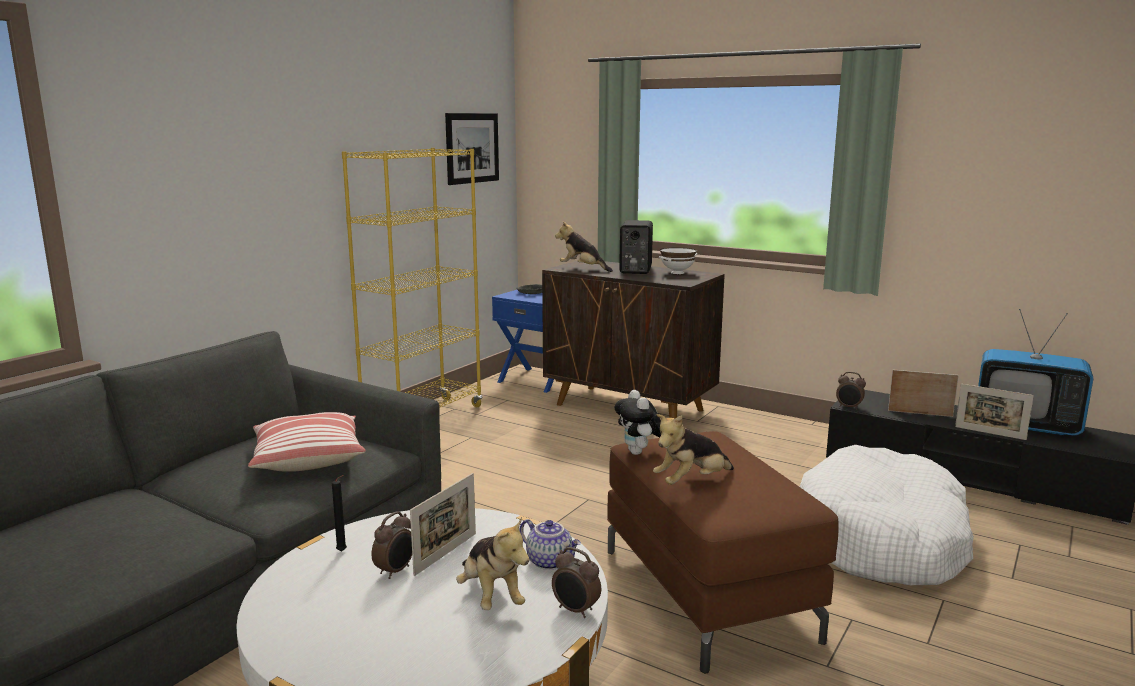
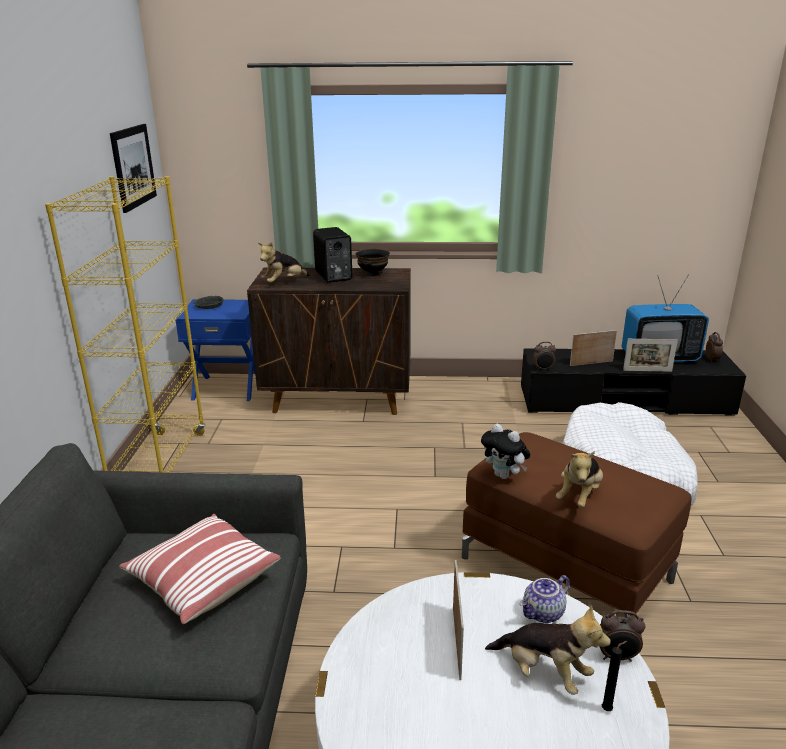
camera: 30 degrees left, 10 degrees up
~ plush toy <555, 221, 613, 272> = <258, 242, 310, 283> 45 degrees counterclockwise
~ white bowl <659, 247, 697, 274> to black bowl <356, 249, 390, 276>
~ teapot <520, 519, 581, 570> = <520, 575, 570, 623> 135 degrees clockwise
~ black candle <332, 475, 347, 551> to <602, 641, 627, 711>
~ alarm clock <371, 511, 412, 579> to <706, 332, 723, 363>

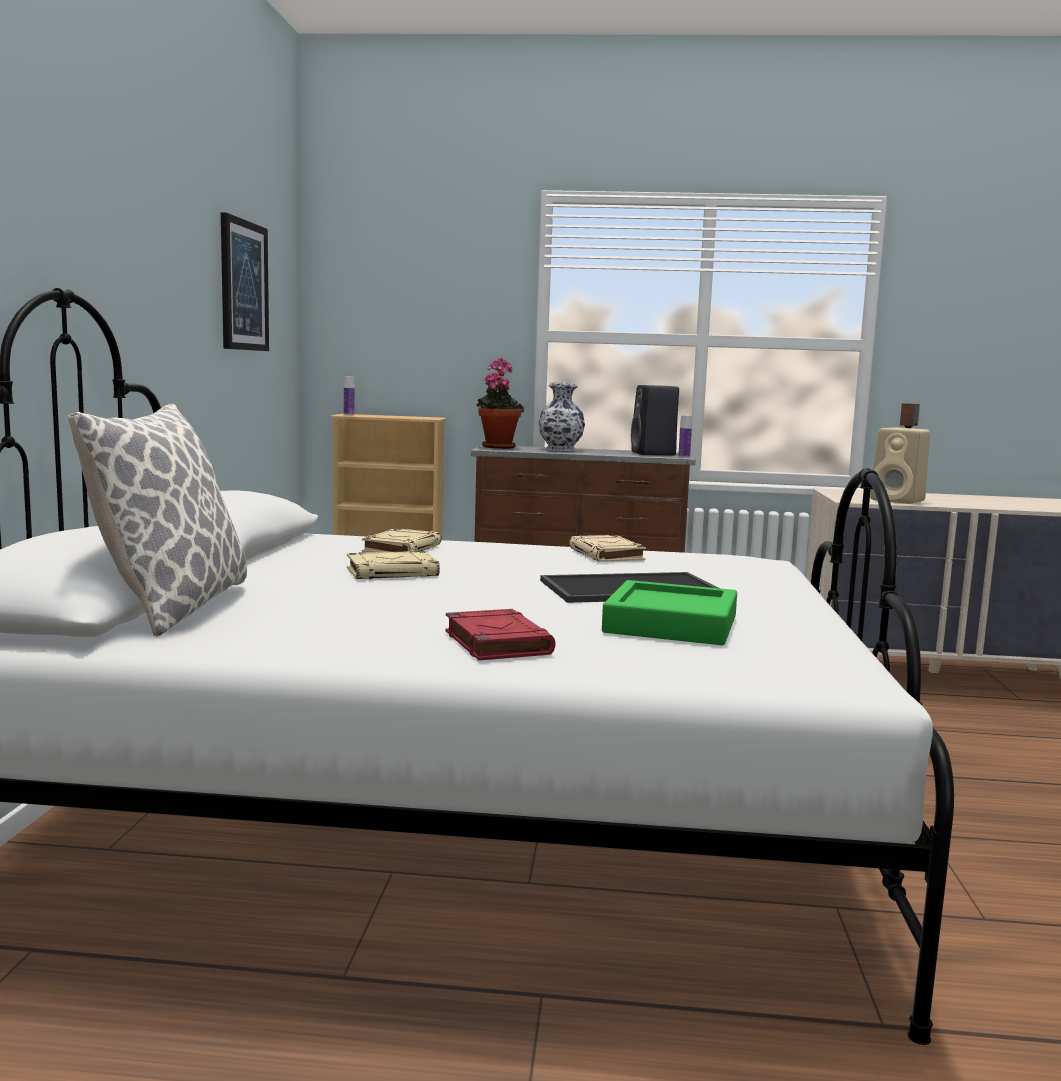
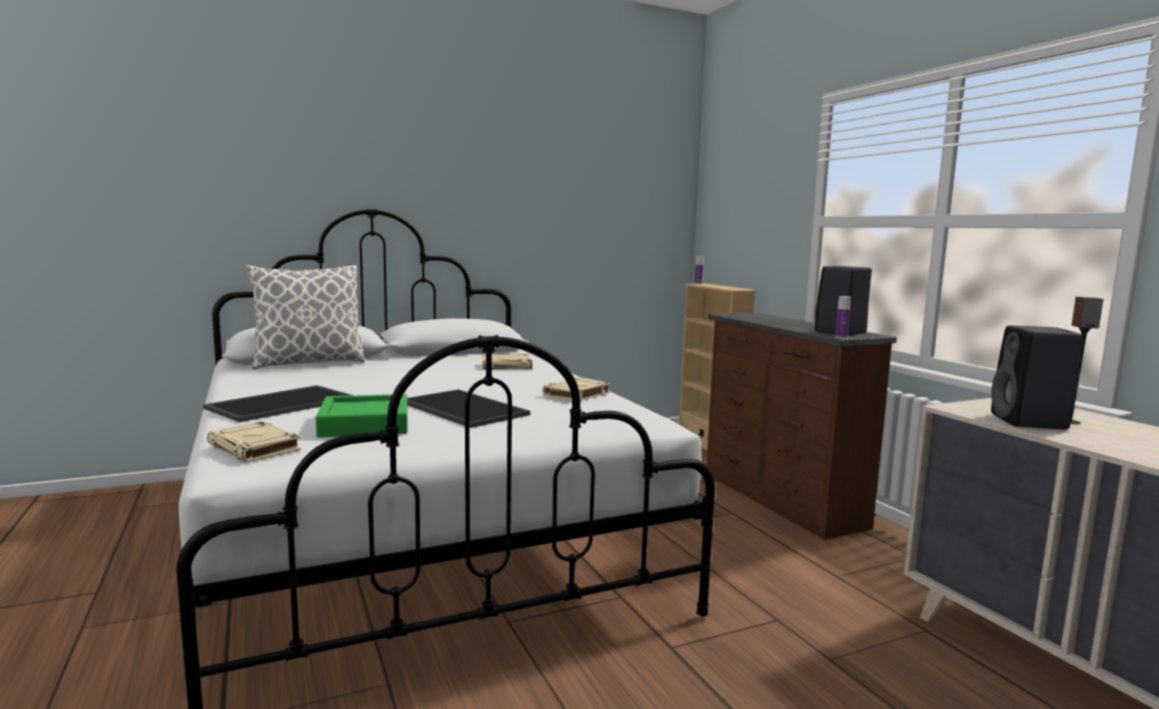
camera: 60 degrees right, 0 degrees up
~ red book <445, 609, 556, 661> to tray <203, 385, 352, 422>
~ beige book <347, 550, 440, 579> to <207, 421, 301, 463>
~ beige speaker <870, 427, 930, 504> to black speaker <991, 325, 1082, 429>
- picture <221, 212, 269, 351>
- potted plant <476, 358, 524, 449>
- vase <538, 382, 585, 451>

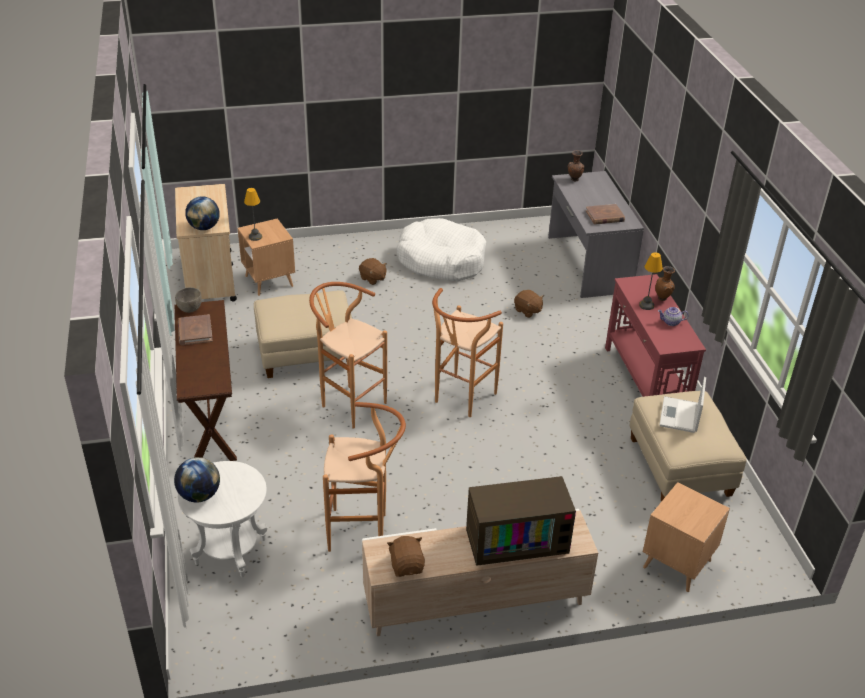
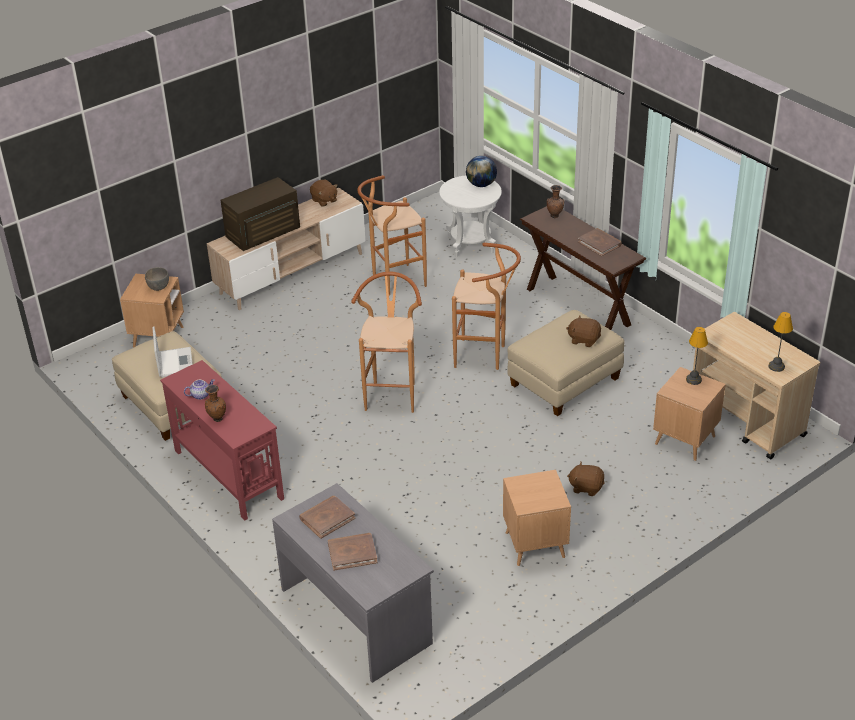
camera: 155 degrees right, 0 degrees up
~ grey bowl <175, 287, 202, 313> to <145, 267, 169, 291>
+ brown book <328, 533, 378, 571>
~ white dog bed <396, 218, 486, 281> to brown side table <503, 470, 571, 566>
~ brown vase <568, 151, 584, 181> to <547, 185, 565, 218>
~ brown plush toy <514, 290, 544, 318> to <566, 315, 601, 347>
~ table lamp <639, 252, 663, 310> to <769, 312, 793, 372>
- globe <185, 197, 220, 230>

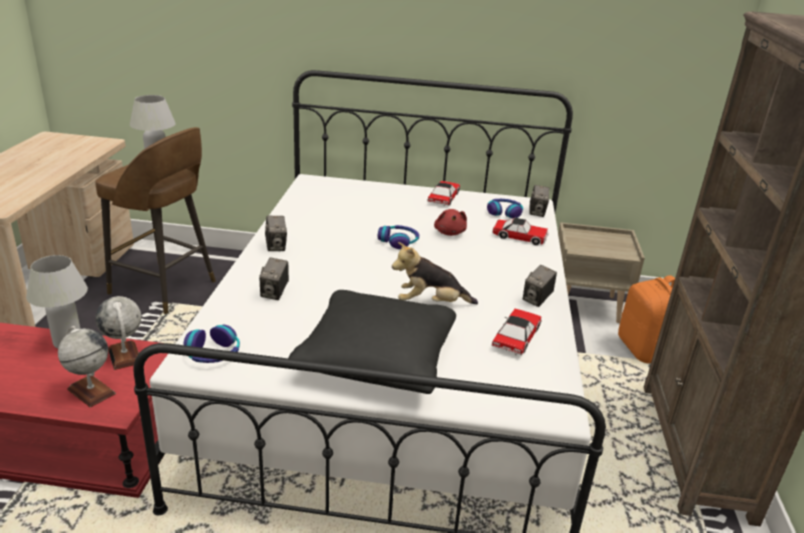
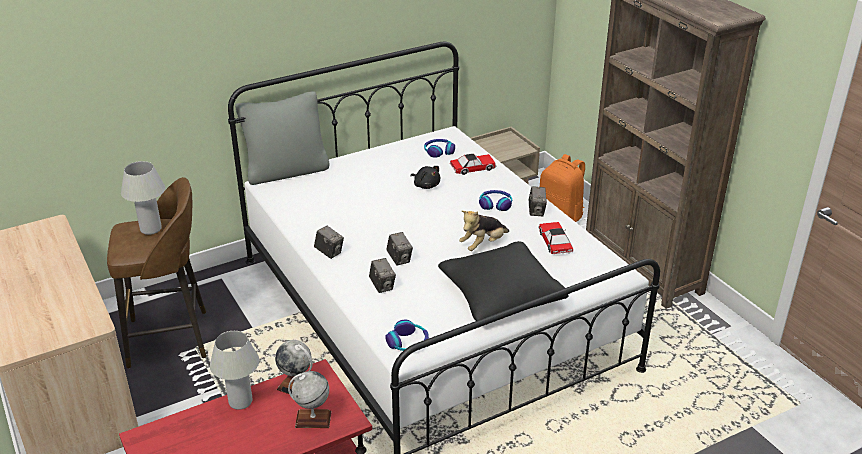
camera: 35 degrees left, 5 degrees up
+ grey pillow <235, 91, 329, 185>
~ photo camera <529, 185, 549, 217> to <386, 232, 413, 266>
~ red plush toy <434, 209, 467, 236> to black plush toy <410, 166, 440, 189>
~ headphones <378, 225, 419, 249> to <479, 190, 512, 211>
- toy car <427, 181, 460, 206>

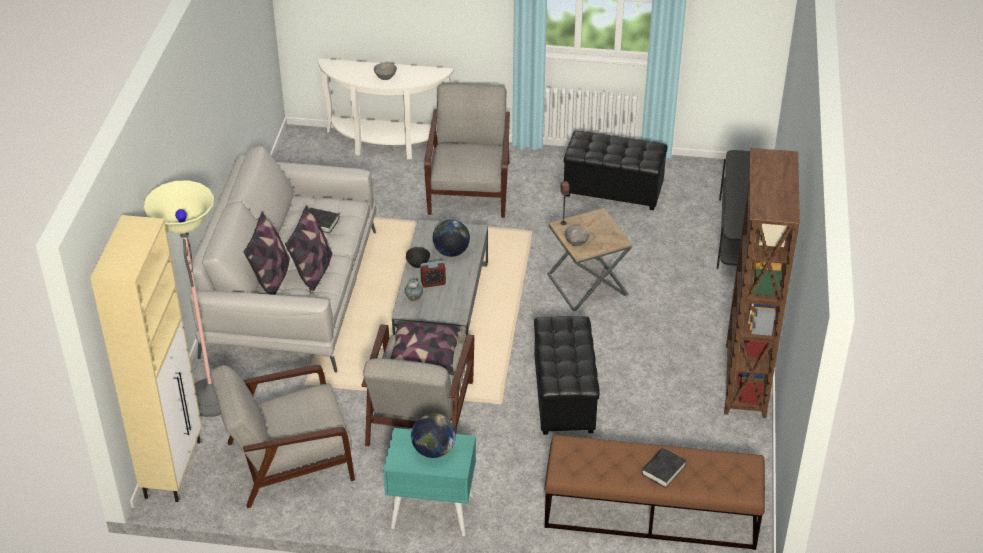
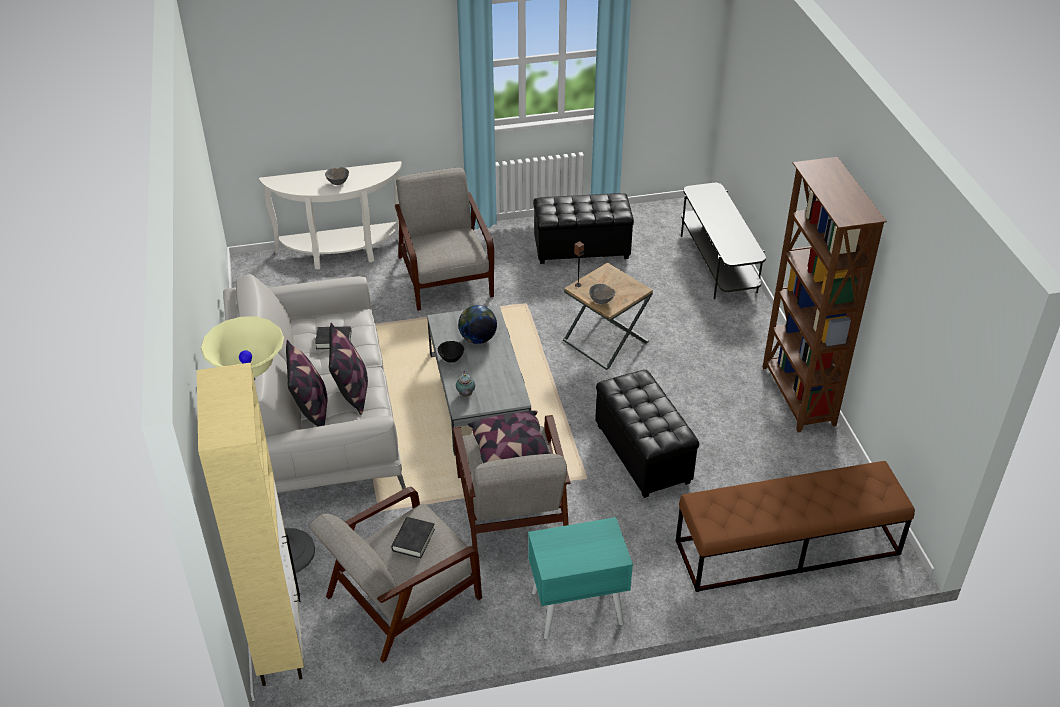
camera: 20 degrees left, 0 degrees up
~ black book <641, 448, 686, 488> to <391, 517, 435, 558>
- globe <411, 413, 456, 458>
- alarm clock <420, 261, 446, 288>

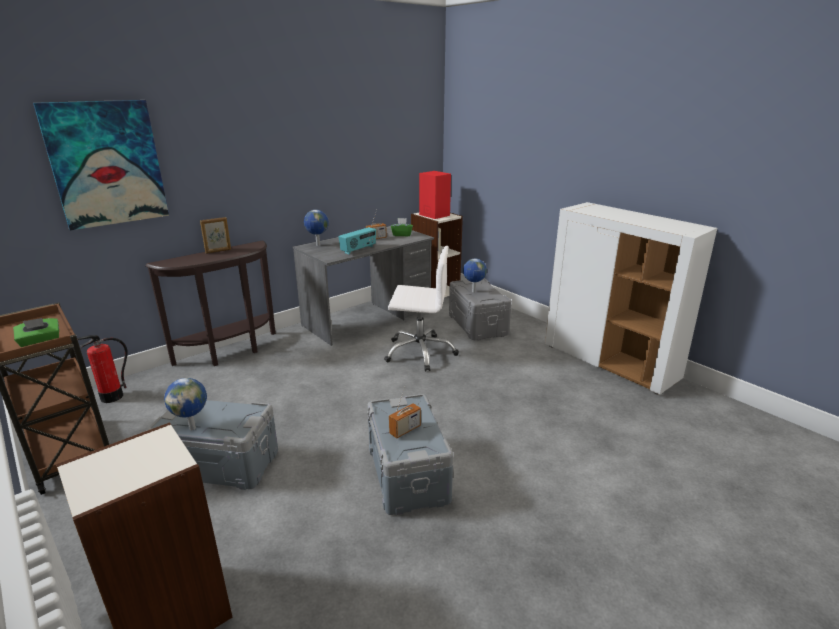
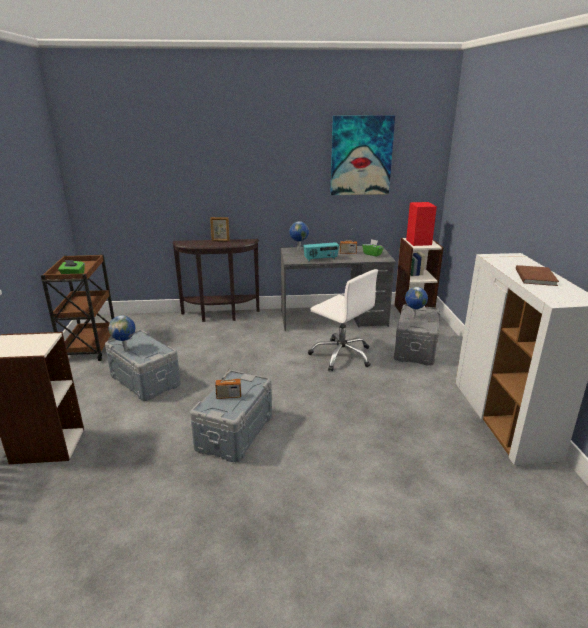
camera: 35 degrees right, 0 degrees up
~ picture <33, 100, 169, 230> to <330, 115, 395, 195>
+ brown book <516, 265, 559, 286>
- fire extinguisher <77, 335, 128, 403>

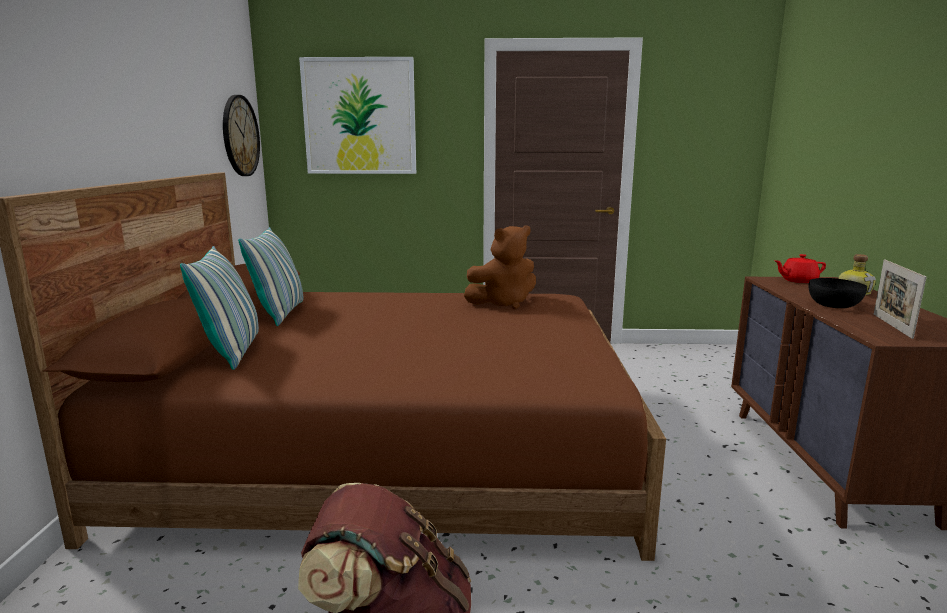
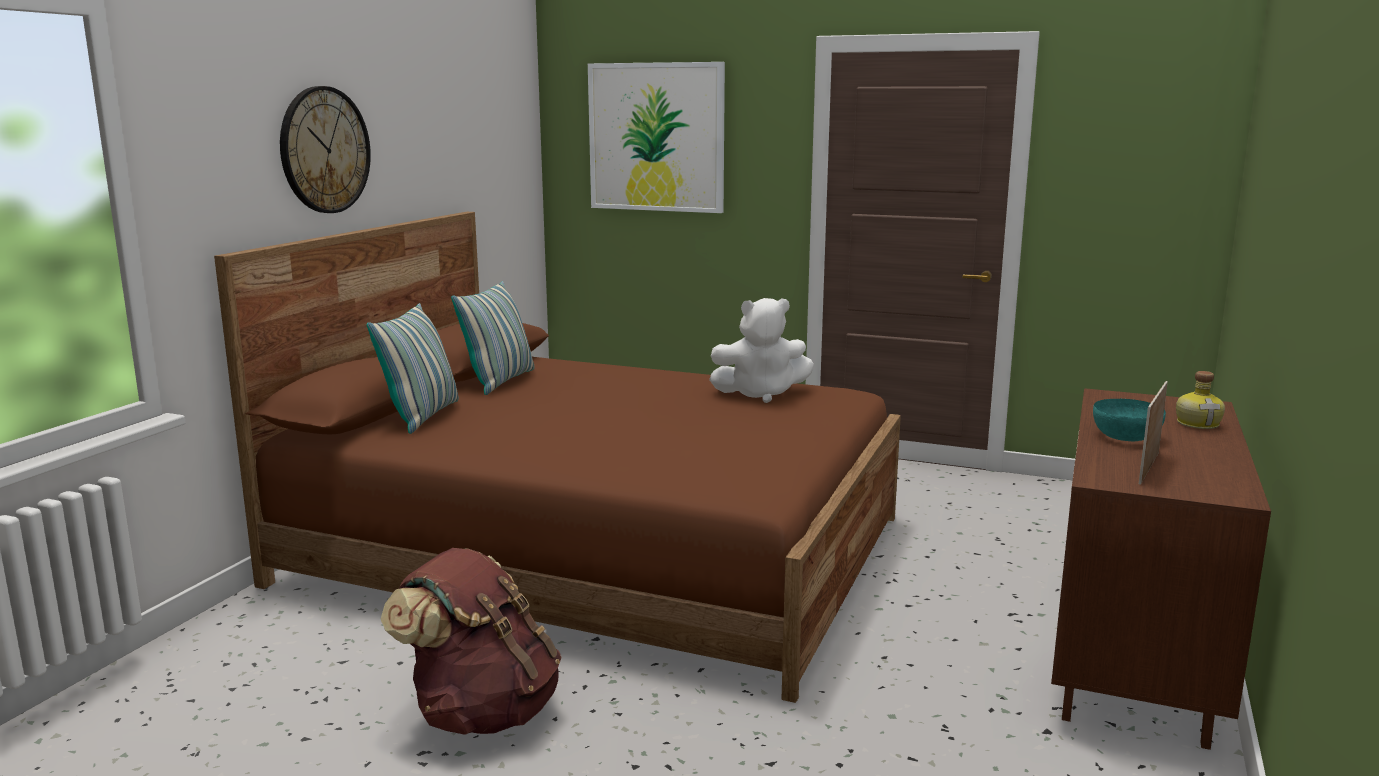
camera: 20 degrees right, 0 degrees up
~ wall clock <223, 95, 260, 176> to <280, 86, 371, 213>
~ brown plush toy <464, 225, 536, 309> to white plush toy <709, 298, 814, 403>
~ black bowl <809, 278, 867, 308> to turquoise bowl <1093, 399, 1166, 441>
- red teapot <775, 254, 826, 283>

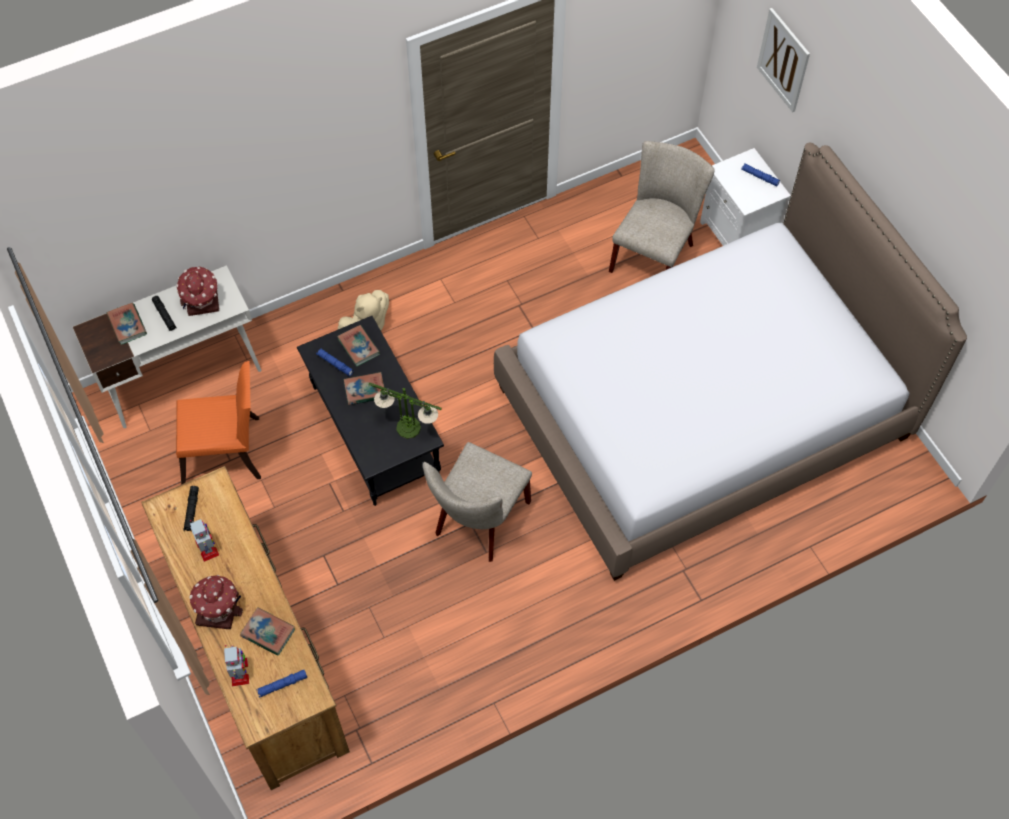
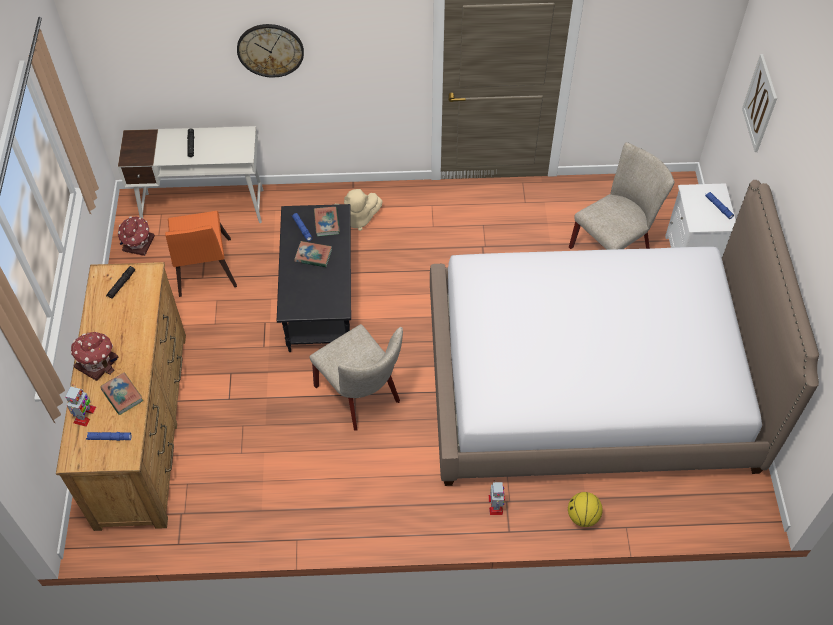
camera: 25 degrees right, 5 degrees down
~ toy house <176, 266, 219, 316> to <118, 216, 155, 256>
~ orange chair <176, 361, 261, 485> = <165, 211, 237, 297> 60 degrees clockwise
+ wall clock <237, 24, 304, 77>
~ beige chair <423, 442, 532, 562> = <310, 324, 403, 430> 90 degrees counterclockwise
~ toy robot <190, 519, 219, 562> to <489, 480, 505, 515>
+ basketball <568, 492, 603, 527>
- book <106, 303, 147, 345>
- table lamp <368, 383, 442, 439>

